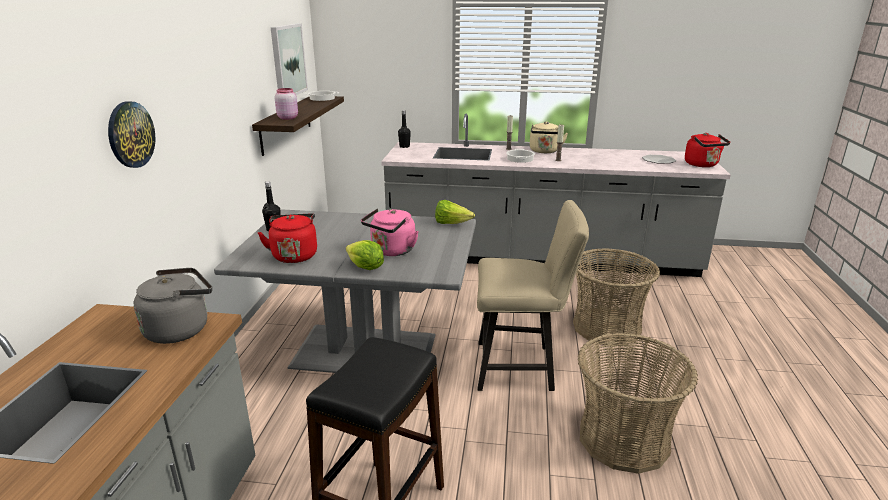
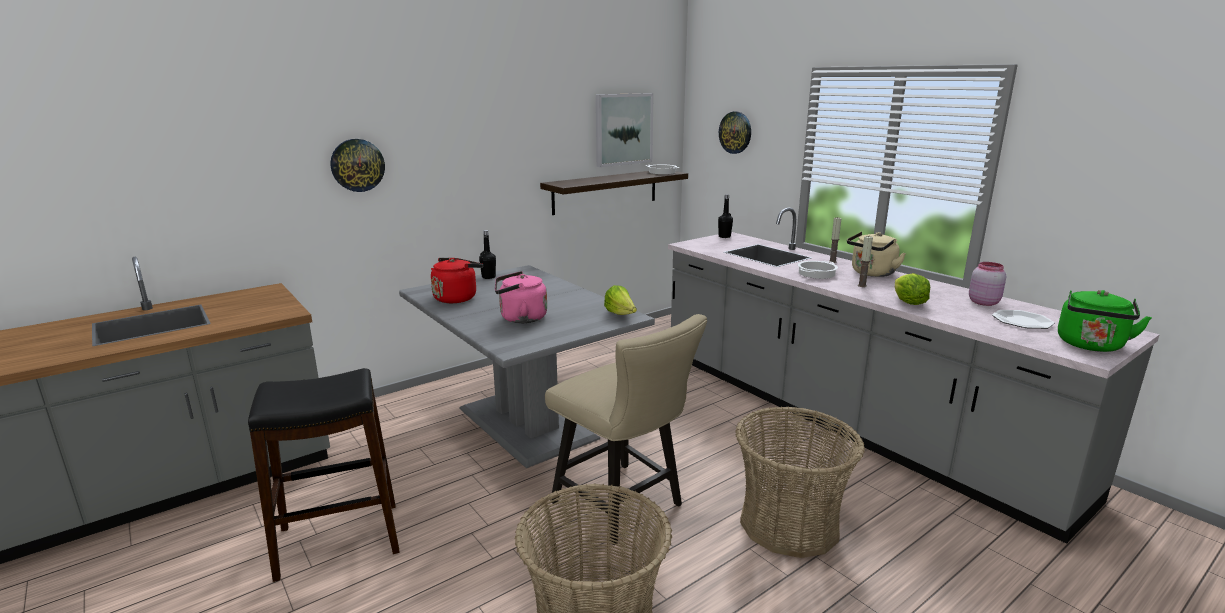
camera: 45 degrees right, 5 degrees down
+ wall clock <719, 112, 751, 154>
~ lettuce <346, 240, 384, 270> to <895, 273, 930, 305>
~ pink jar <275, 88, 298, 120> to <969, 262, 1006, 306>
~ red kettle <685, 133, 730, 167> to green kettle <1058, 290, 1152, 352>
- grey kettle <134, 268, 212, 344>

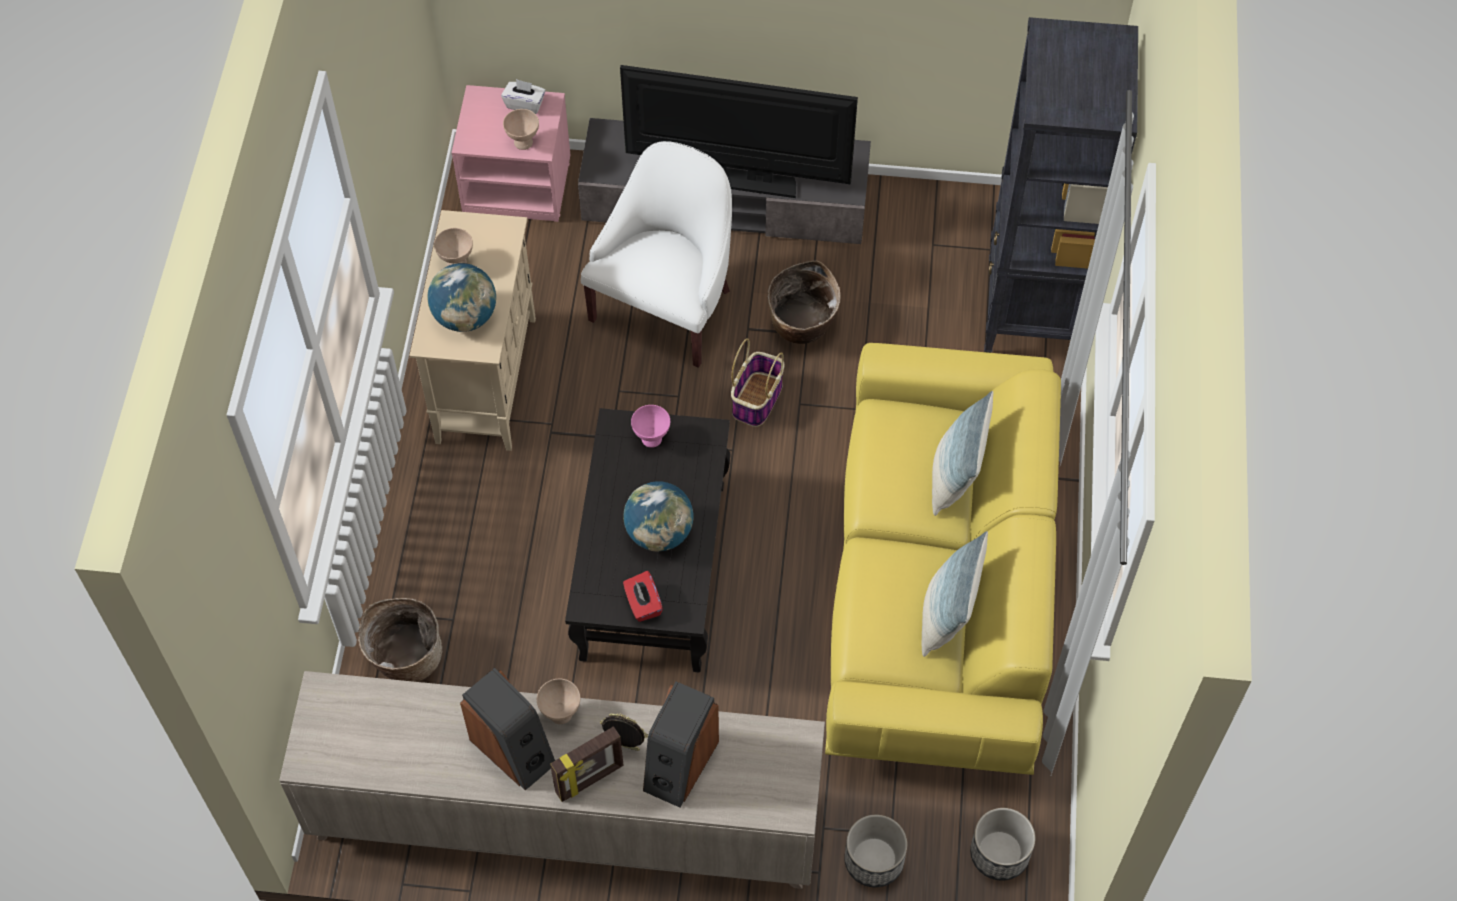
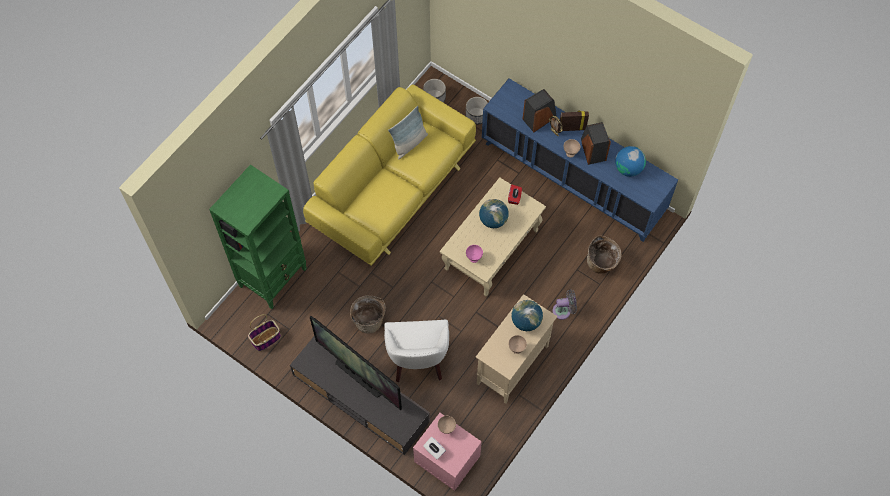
camera: 150 degrees left, 5 degrees up
~ black bookcase <984, 17, 1138, 353> to green bookcase <209, 164, 306, 309>
~ basket <731, 338, 784, 427> to <248, 314, 281, 351>
~ white armchair <581, 141, 732, 368> = <384, 320, 449, 382> 60 degrees counterclockwise
~ black coffee table <565, 408, 731, 673> to beige coffee table <440, 177, 546, 297>
~ beige cabinet <279, 671, 825, 889> to blue cabinet <482, 79, 678, 242>
+ grey fan <552, 289, 577, 320>
+ globe <615, 146, 646, 177>
- pillow <932, 391, 993, 516>

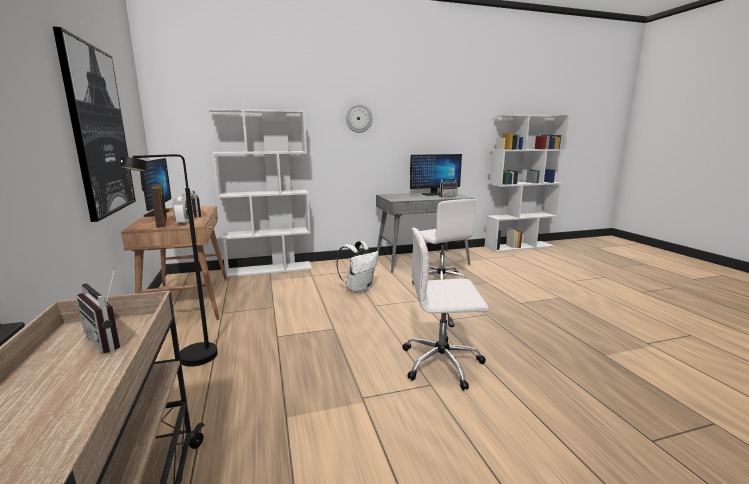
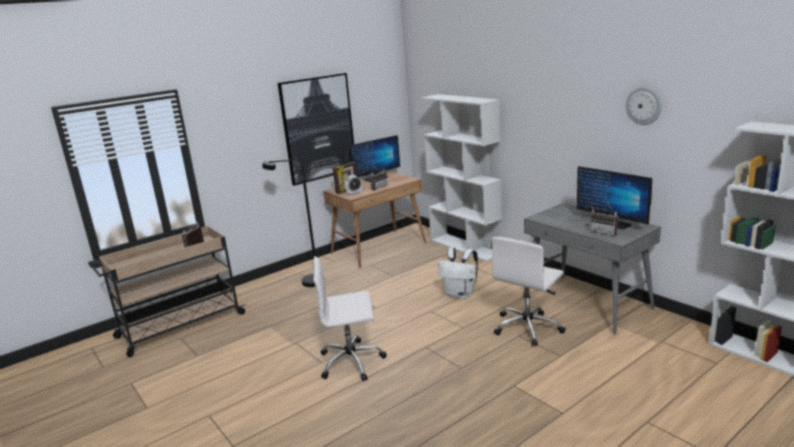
camera: 70 degrees right, 5 degrees up
~ white office chair <403, 227, 489, 390> = <313, 256, 387, 381> 75 degrees counterclockwise
~ wall clock <346, 104, 372, 133> to <626, 87, 662, 125>

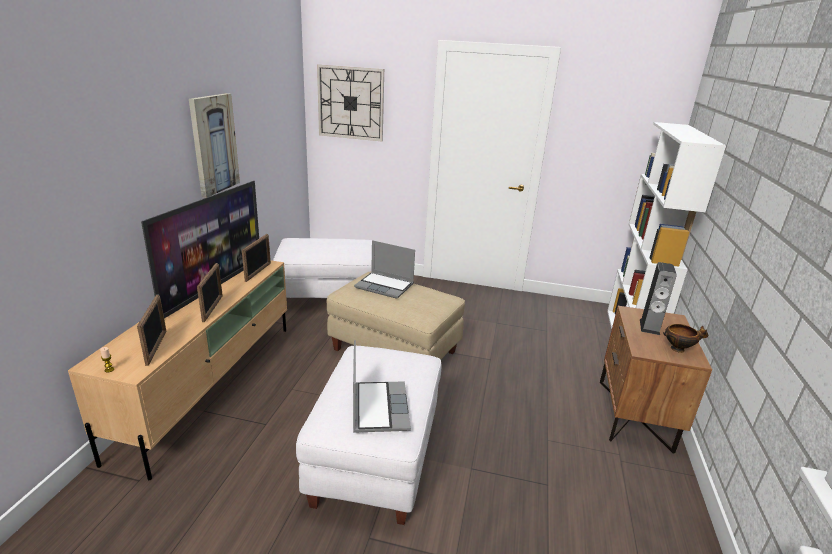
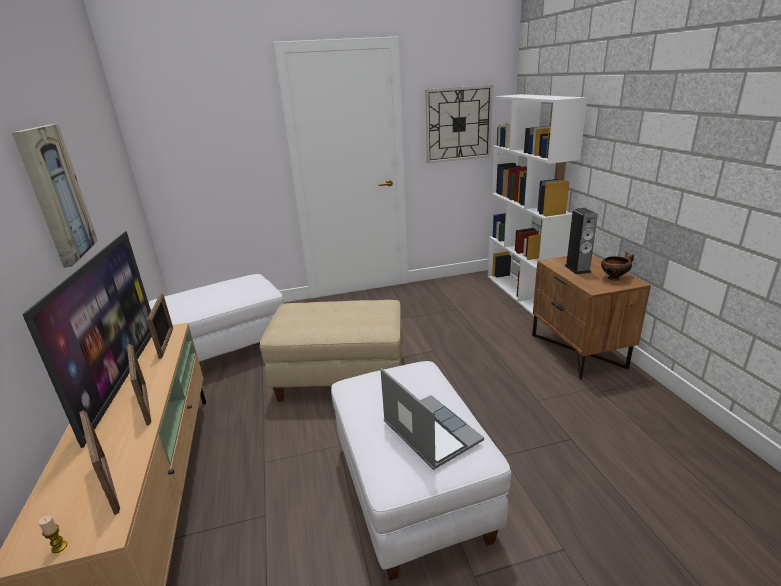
camera: 25 degrees left, 0 degrees up
~ wall clock <317, 64, 384, 141> to <425, 85, 493, 163>
- laptop <354, 240, 415, 299>

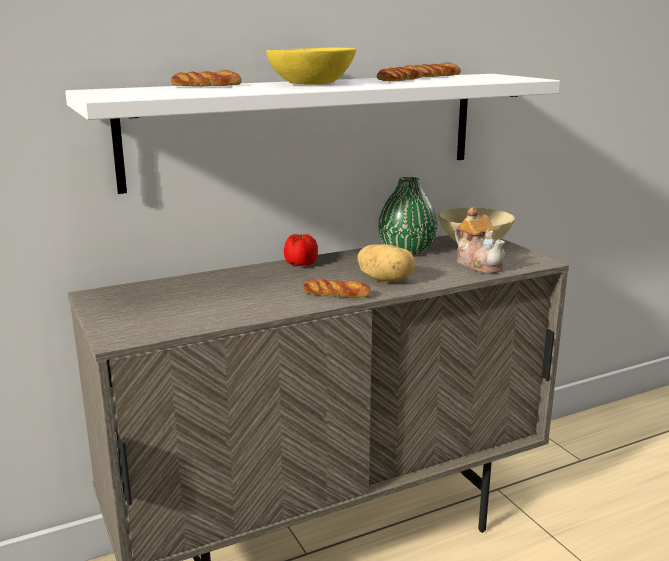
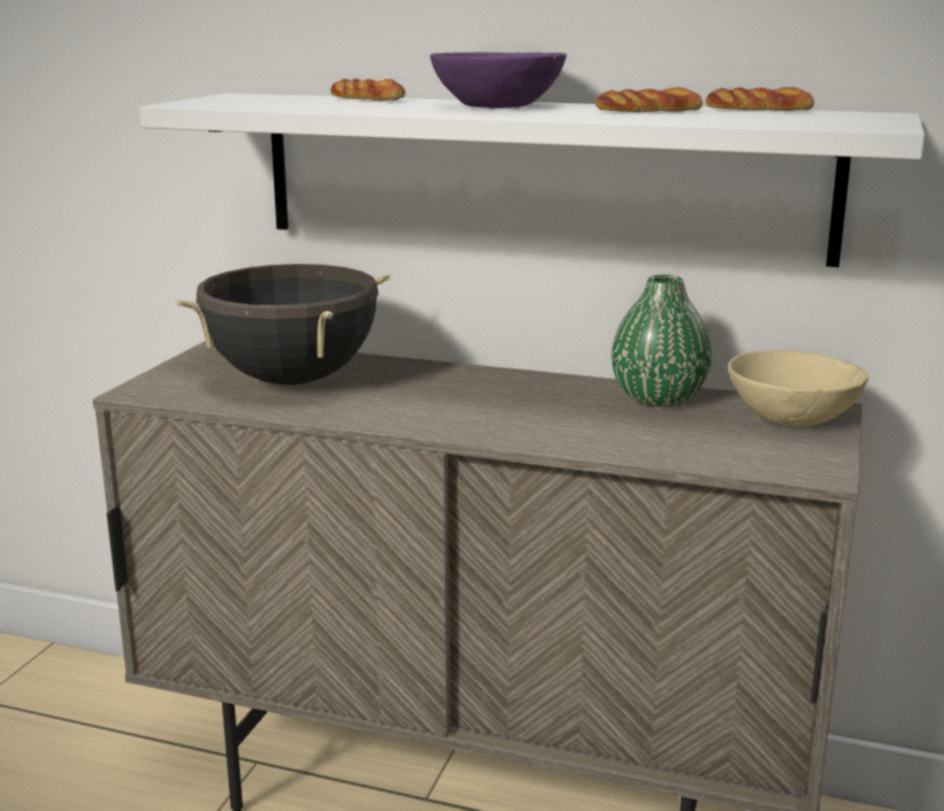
camera: 45 degrees right, 0 degrees up
+ black cooking pot <176, 264, 390, 385>
~ yellow bowl <266, 47, 356, 85> to purple bowl <430, 52, 567, 108>
- tomato <284, 234, 318, 266>
- bread <303, 279, 371, 298>
- potato <357, 244, 415, 282>
- teapot <455, 207, 505, 274>

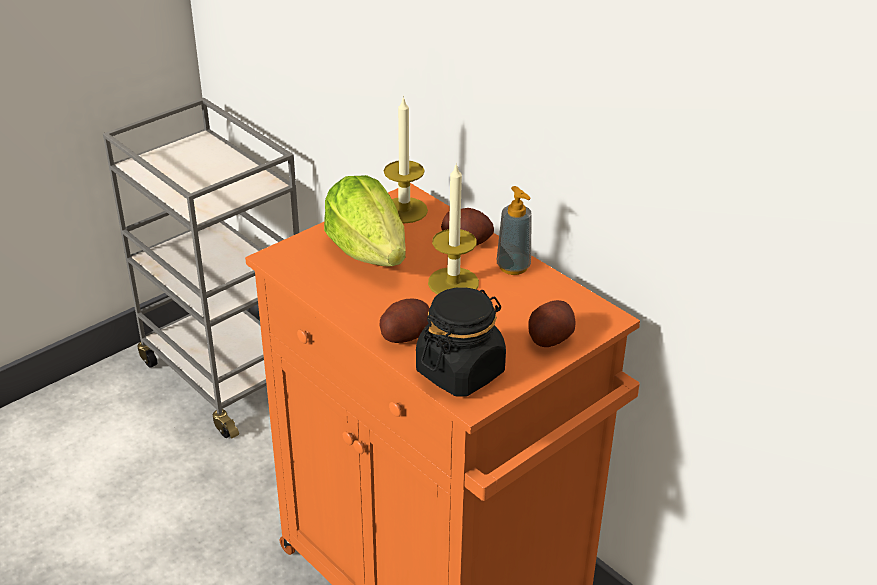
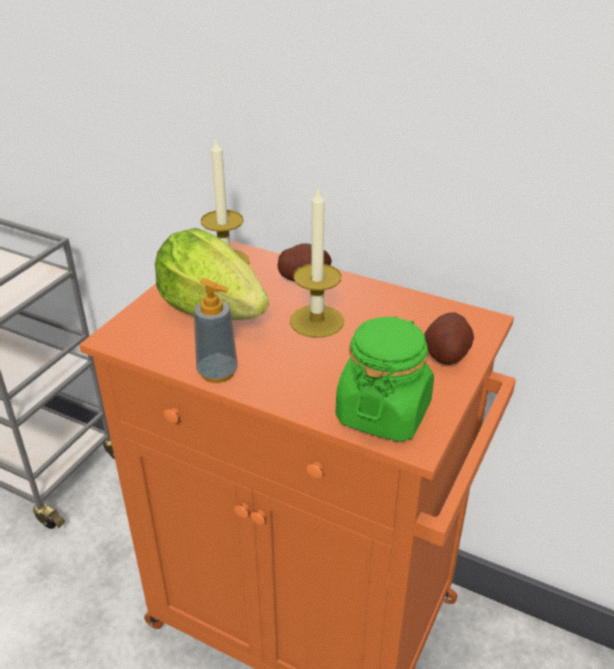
camera: 20 degrees left, 0 degrees up
~ soap dispenser <497, 186, 532, 275> to <194, 278, 238, 383>
~ black jar <416, 287, 506, 397> to green jar <335, 316, 434, 442>
- potato <380, 299, 430, 343>

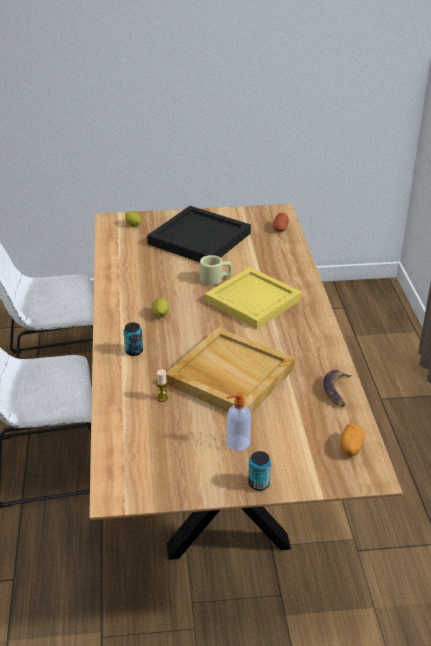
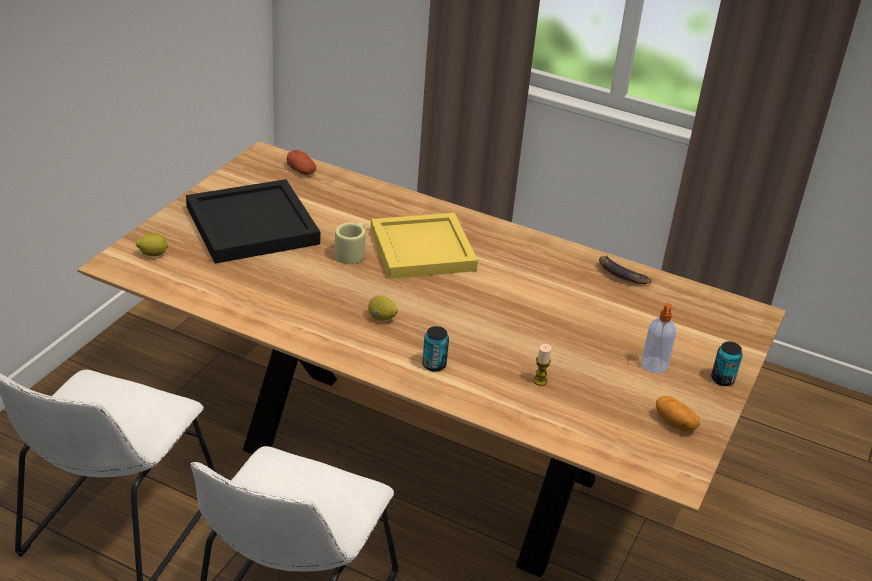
camera: 60 degrees left, 0 degrees up
~ potato <340, 423, 365, 456> to <656, 396, 700, 432>
- beige tray <166, 328, 296, 414>

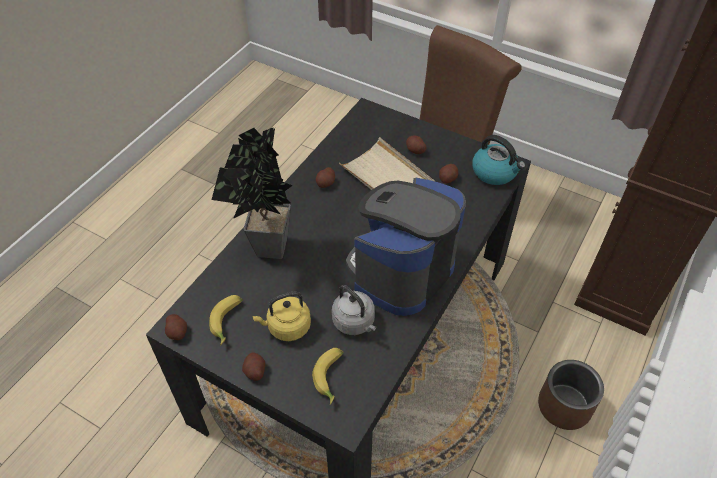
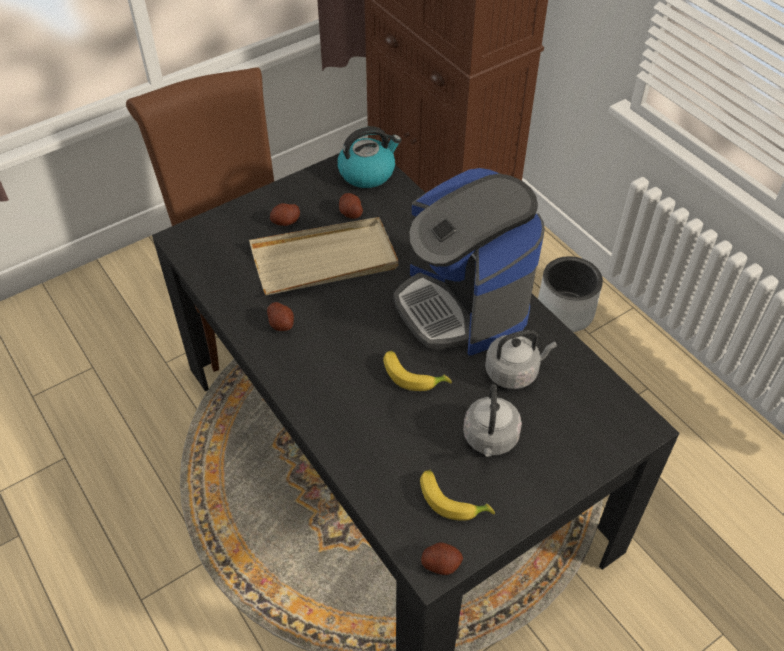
camera: 65 degrees left, 0 degrees up
~ banana <312, 348, 344, 405> to <383, 351, 452, 391>
~ yellow kettle <252, 292, 311, 341> to grey kettle <463, 384, 522, 457>
~ brown planter <538, 360, 604, 430> to grey planter <538, 256, 603, 332>
- potted plant <212, 127, 293, 259>
- potato <242, 352, 265, 381>

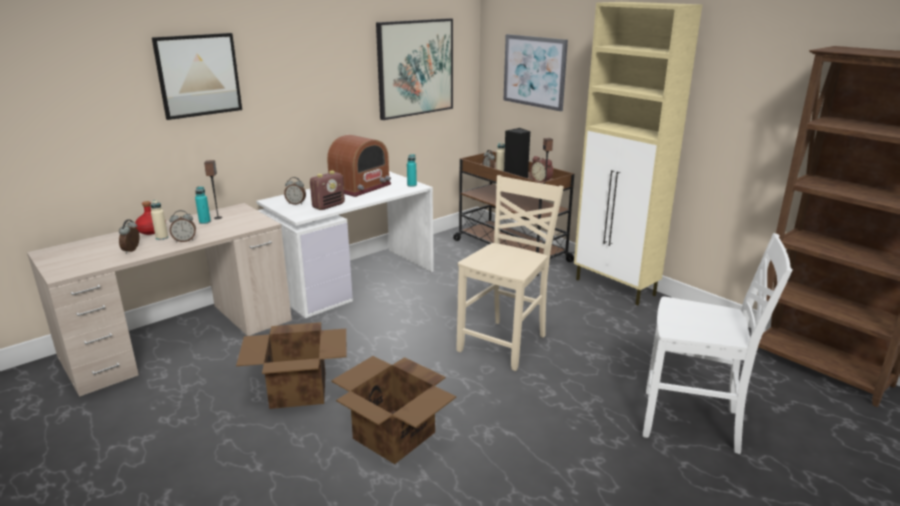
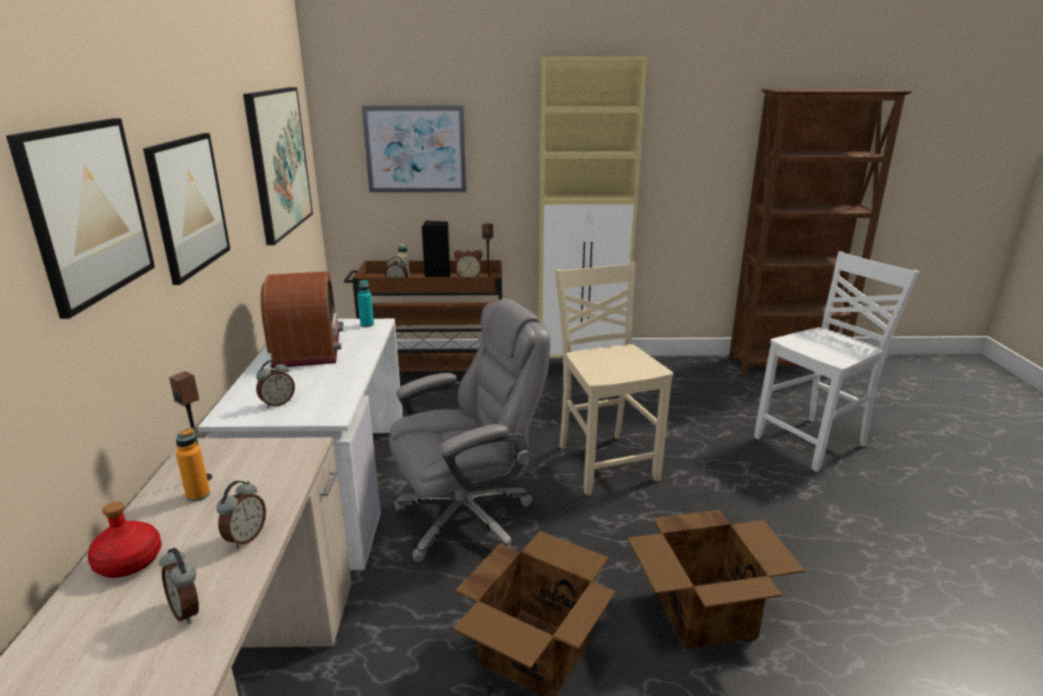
camera: 50 degrees left, 0 degrees up
+ picture <143, 133, 230, 285>
~ turquoise bottle <195, 186, 211, 224> to orange bottle <176, 428, 210, 502>
+ grey office chair <389, 299, 550, 562>
- beige bottle <151, 200, 168, 240>
- radio <310, 171, 345, 210>

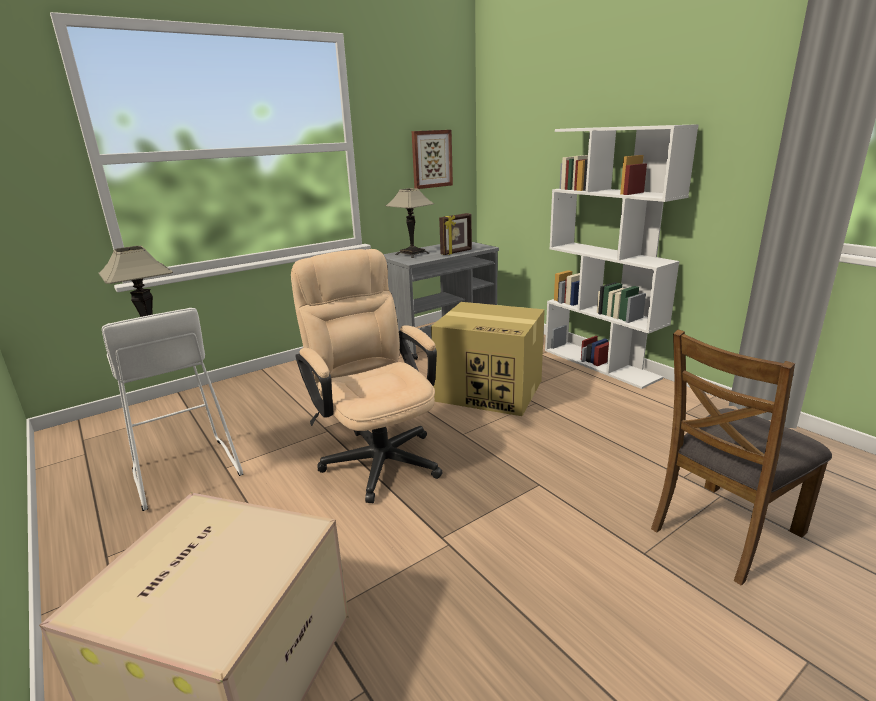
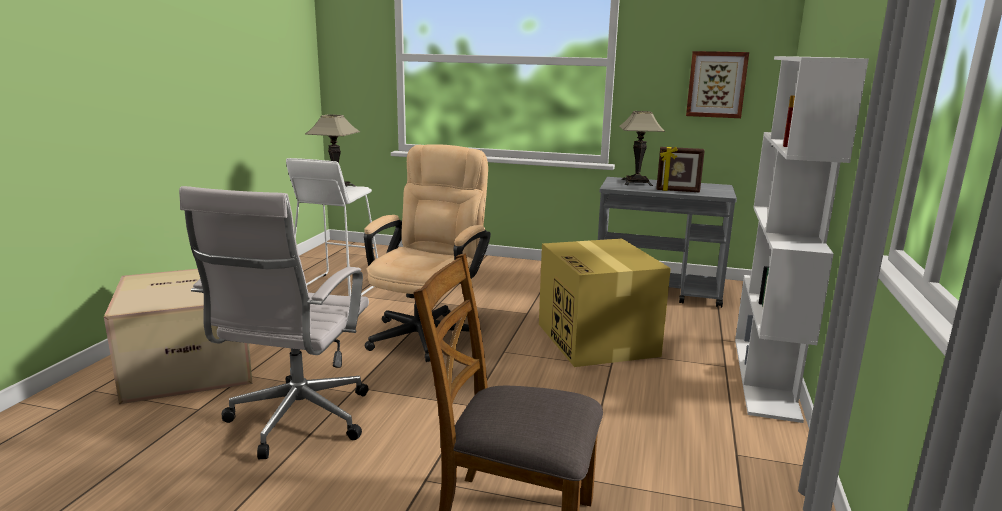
camera: 50 degrees right, 5 degrees down
+ white office chair <179, 186, 369, 459>

